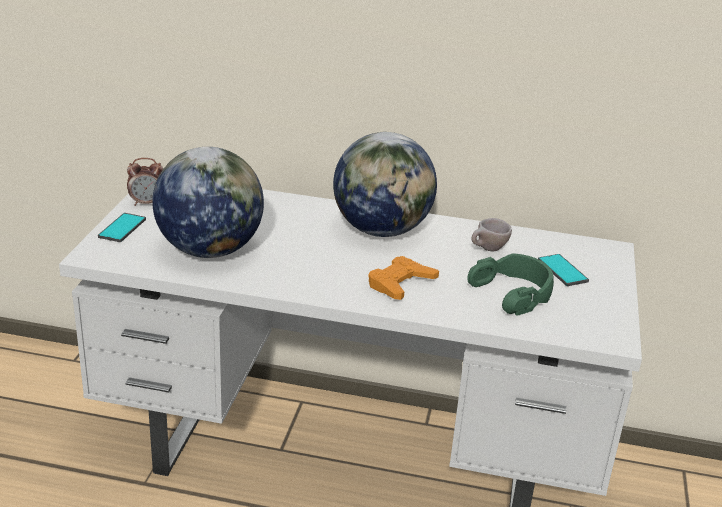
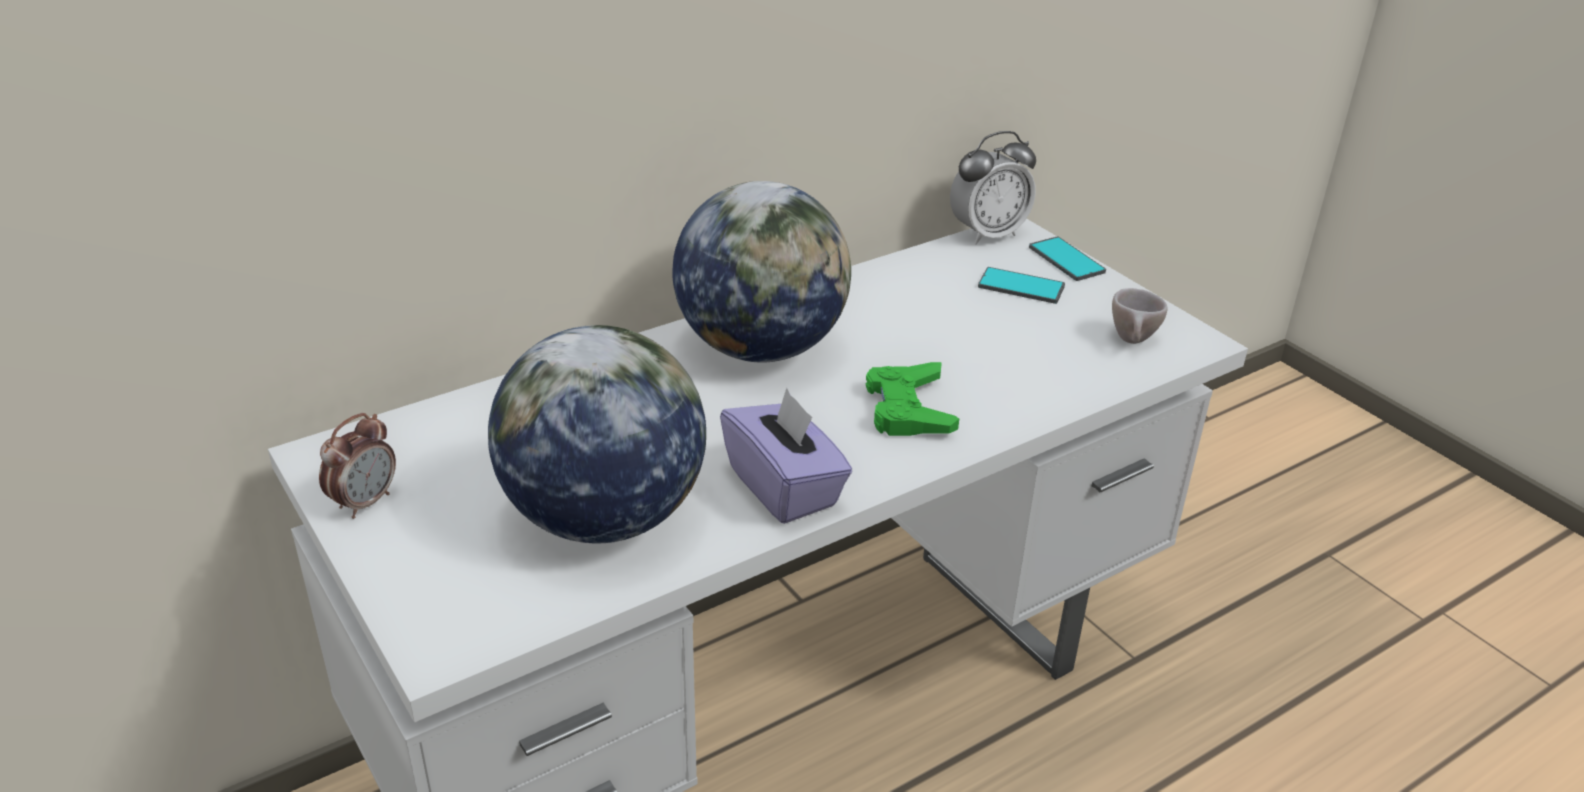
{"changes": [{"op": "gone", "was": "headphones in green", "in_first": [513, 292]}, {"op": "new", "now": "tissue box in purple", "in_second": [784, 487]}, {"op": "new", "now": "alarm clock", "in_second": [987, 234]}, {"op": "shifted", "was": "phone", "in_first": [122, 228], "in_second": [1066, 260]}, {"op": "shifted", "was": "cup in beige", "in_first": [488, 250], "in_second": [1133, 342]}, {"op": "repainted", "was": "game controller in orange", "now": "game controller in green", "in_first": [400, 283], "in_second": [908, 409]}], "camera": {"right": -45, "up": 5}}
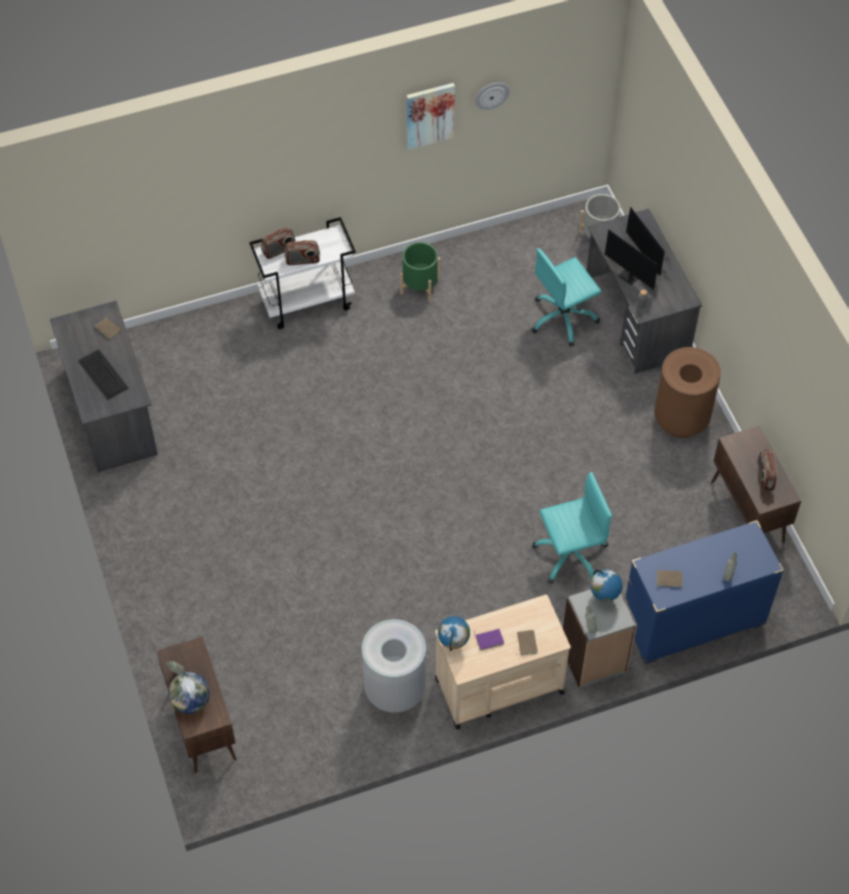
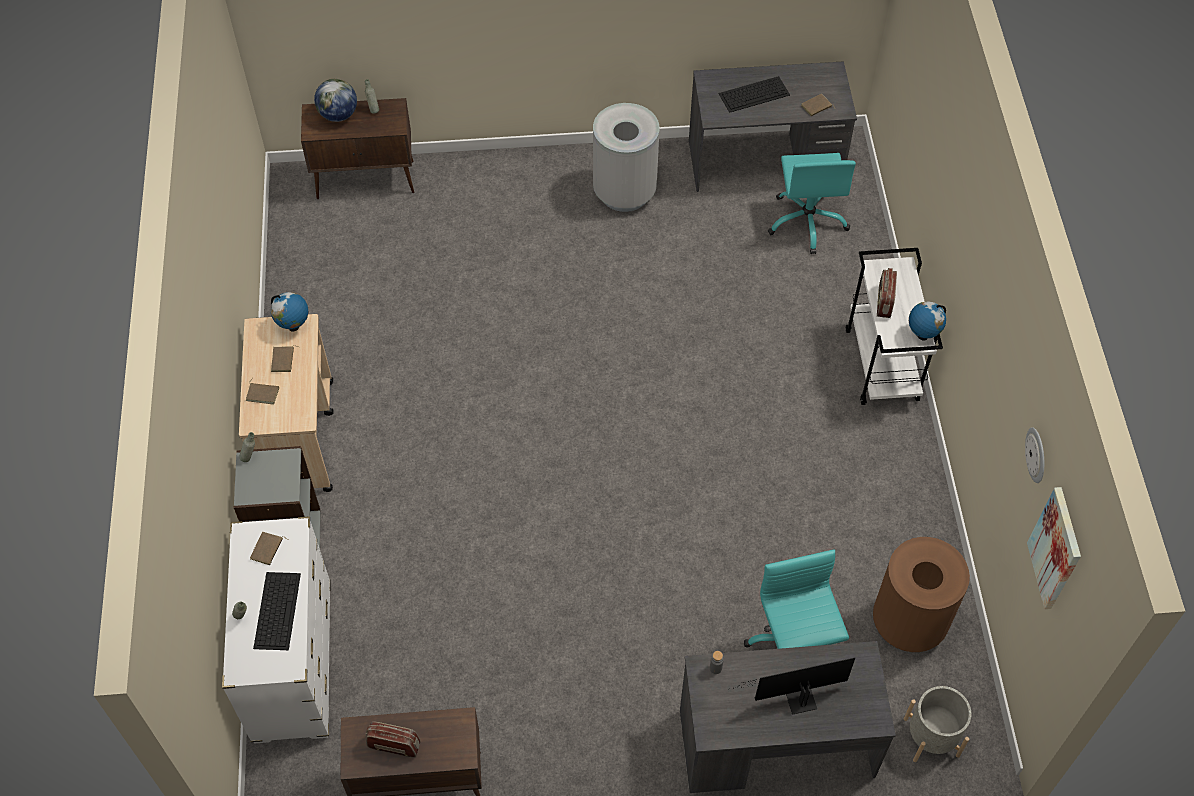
{"changes": [{"op": "gone", "was": "radio", "in_first": [279, 250]}, {"op": "gone", "was": "planter in green", "in_first": [420, 285]}, {"op": "gone", "was": "monitor", "in_first": [632, 278]}, {"op": "new", "now": "keyboard", "in_second": [277, 610]}, {"op": "shifted", "was": "trash can in grey", "in_first": [394, 689], "in_second": [624, 192]}, {"op": "shifted", "was": "picture", "in_first": [429, 115], "in_second": [1056, 549]}, {"op": "shifted", "was": "office chair in turquoise", "in_first": [570, 555], "in_second": [807, 221]}, {"op": "shifted", "was": "globe", "in_first": [604, 596], "in_second": [922, 335]}, {"op": "shifted", "was": "trash can in brown", "in_first": [681, 419], "in_second": [908, 623]}, {"op": "repainted", "was": "book in purple", "now": "book in brown", "in_first": [489, 639], "in_second": [283, 360]}, {"op": "repainted", "was": "dresser in blue", "now": "dresser in white", "in_first": [692, 621], "in_second": [293, 662]}], "camera": {"right": 105, "up": 0}}
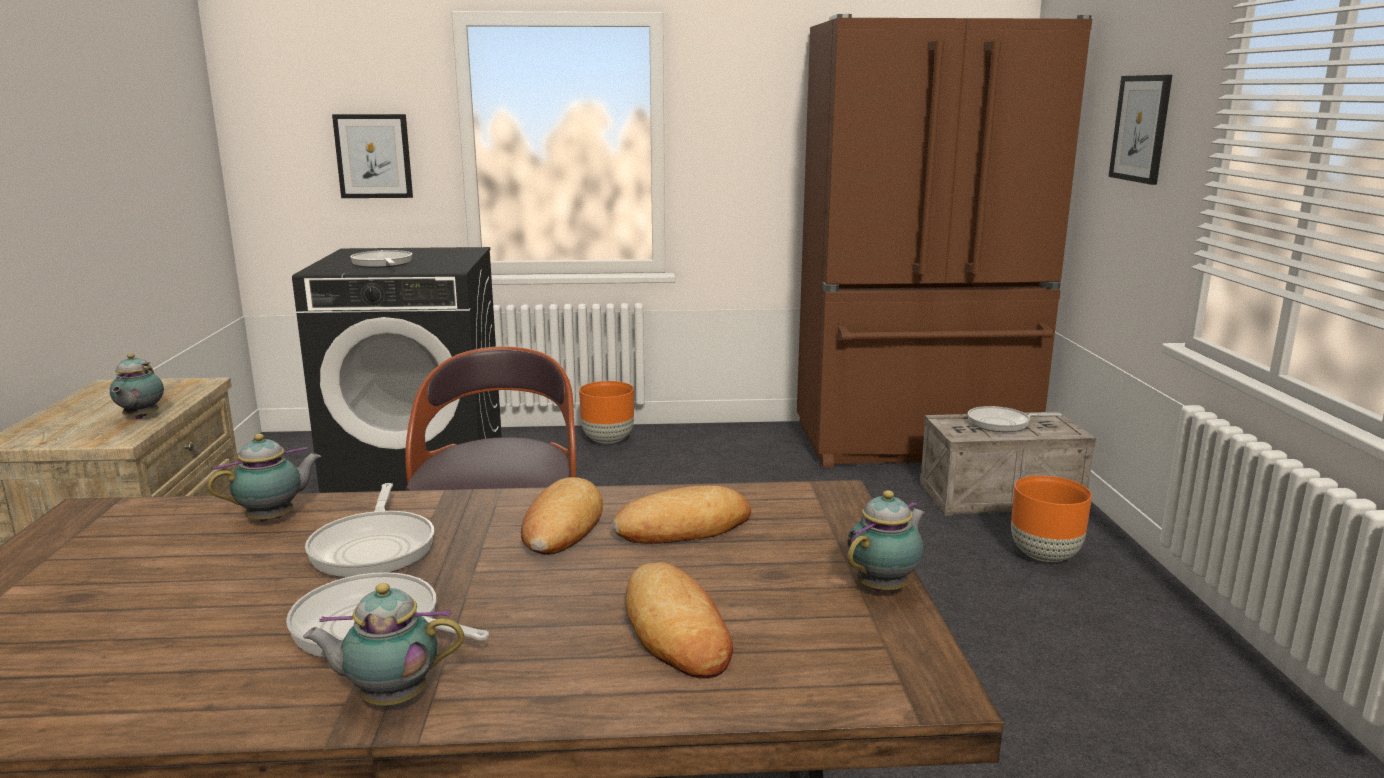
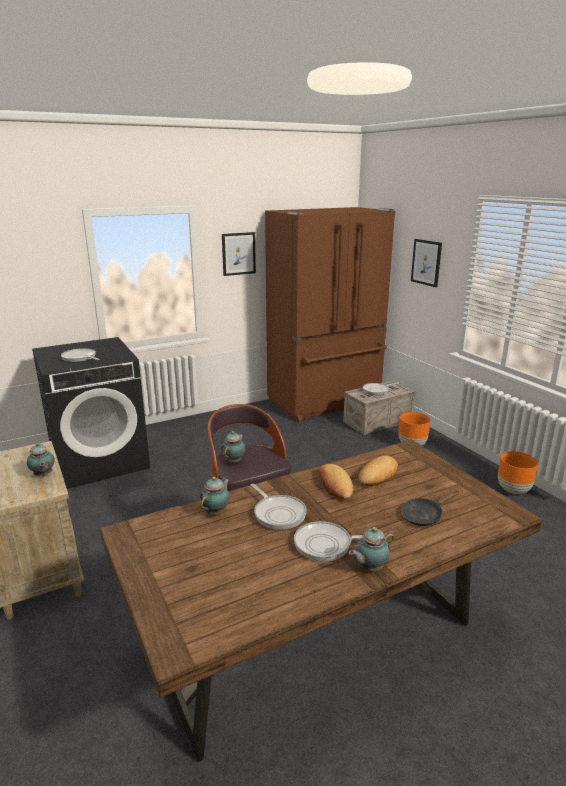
{"changes": [{"op": "shifted", "was": "picture", "in_first": [373, 156], "in_second": [238, 253]}, {"op": "shifted", "was": "planter in orange", "in_first": [607, 440], "in_second": [513, 490]}, {"op": "shifted", "was": "teapot", "in_first": [885, 587], "in_second": [234, 461]}, {"op": "swapped", "was": "bread", "now": "frying pan in black", "in_first": [676, 630], "in_second": [424, 516]}], "camera": {"right": -25, "up": 5}}
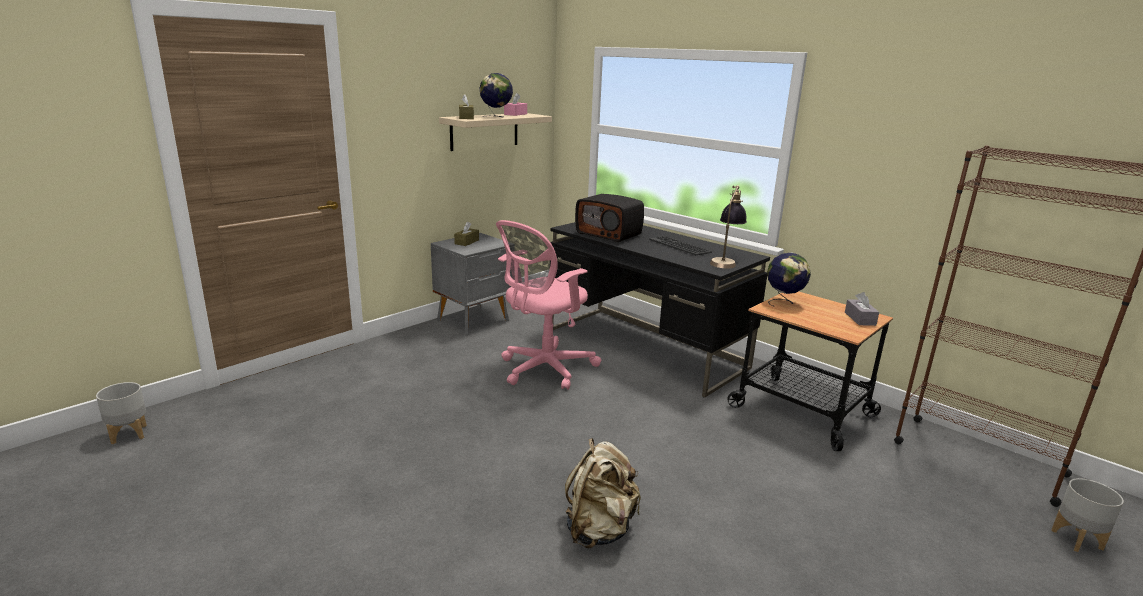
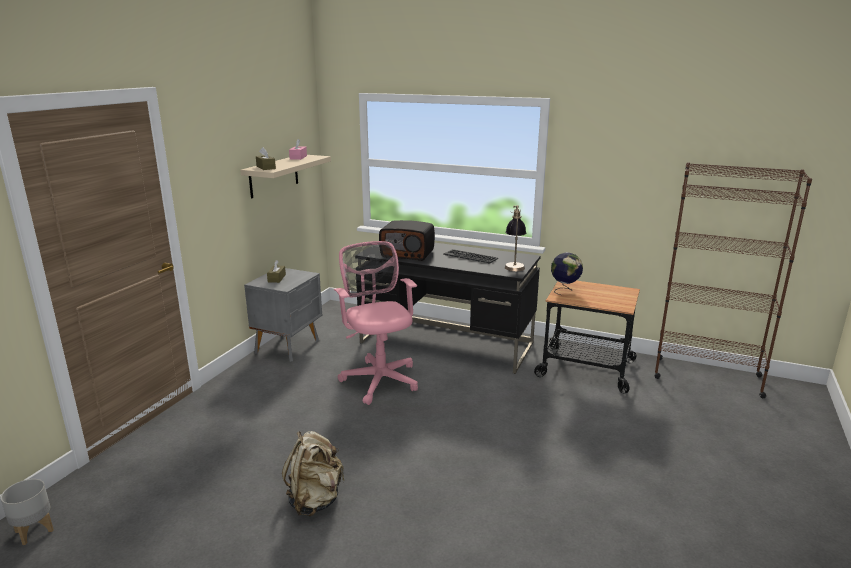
{"changes": [{"op": "gone", "was": "globe", "in_first": [496, 117]}, {"op": "gone", "was": "tissue box in grey", "in_first": [860, 319]}, {"op": "gone", "was": "planter in grey", "in_first": [1077, 540]}, {"op": "shifted", "was": "backpack in beige", "in_first": [599, 529], "in_second": [315, 500]}, {"op": "rotated", "was": "office chair in pink", "in_first": [543, 369], "in_second": [379, 378], "clockwise": 135}], "camera": {"right": -20, "up": 0}}
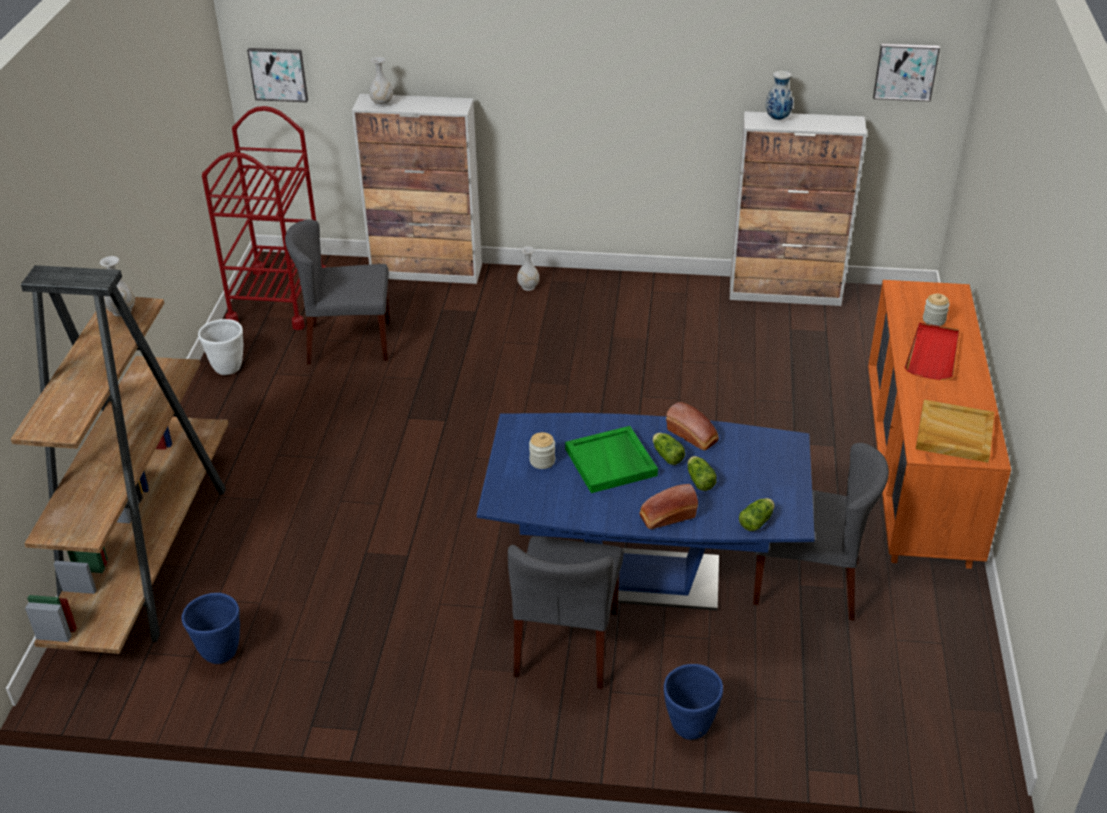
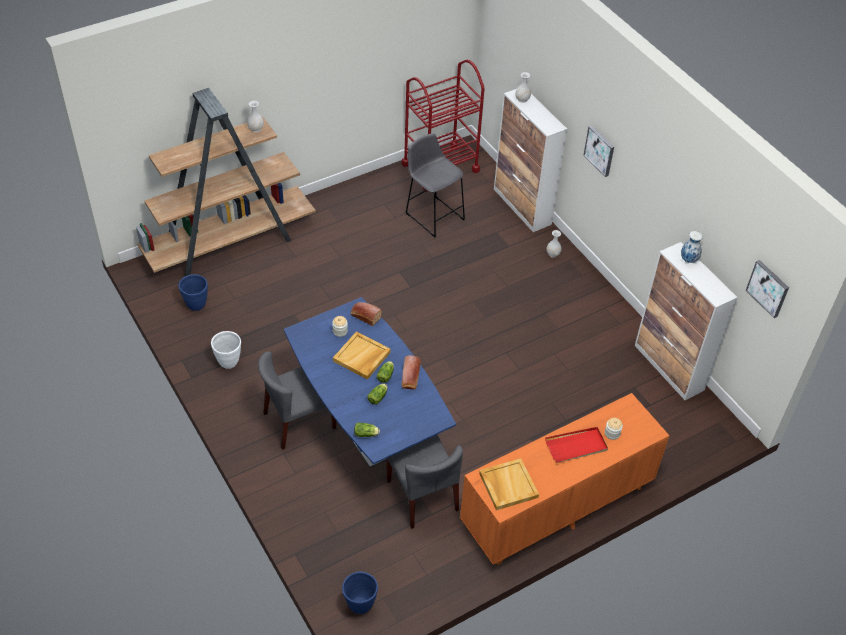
{"changes": [{"op": "shifted", "was": "planter in white", "in_first": [227, 368], "in_second": [229, 362]}, {"op": "shifted", "was": "picture", "in_first": [278, 74], "in_second": [600, 150]}, {"op": "shifted", "was": "bread", "in_first": [666, 517], "in_second": [365, 316]}, {"op": "shifted", "was": "planter in blue", "in_first": [690, 727], "in_second": [360, 605]}, {"op": "swapped", "was": "chair in grey", "now": "stool in grey", "in_first": [348, 343], "in_second": [433, 214]}, {"op": "repainted", "was": "tray in green", "now": "tray in beige", "in_first": [611, 462], "in_second": [361, 357]}], "camera": {"right": 50, "up": 10}}
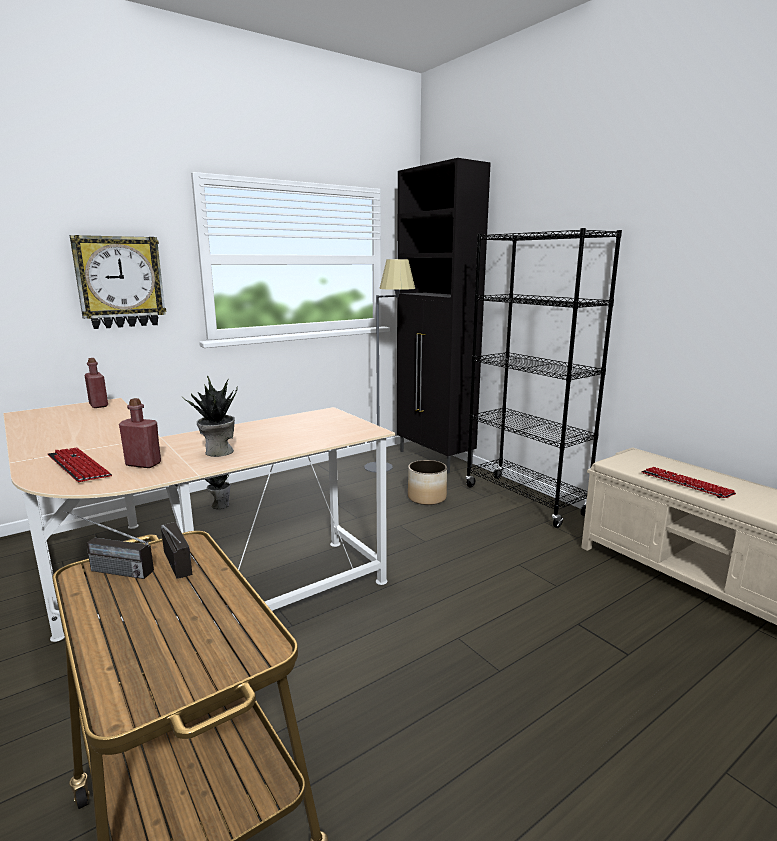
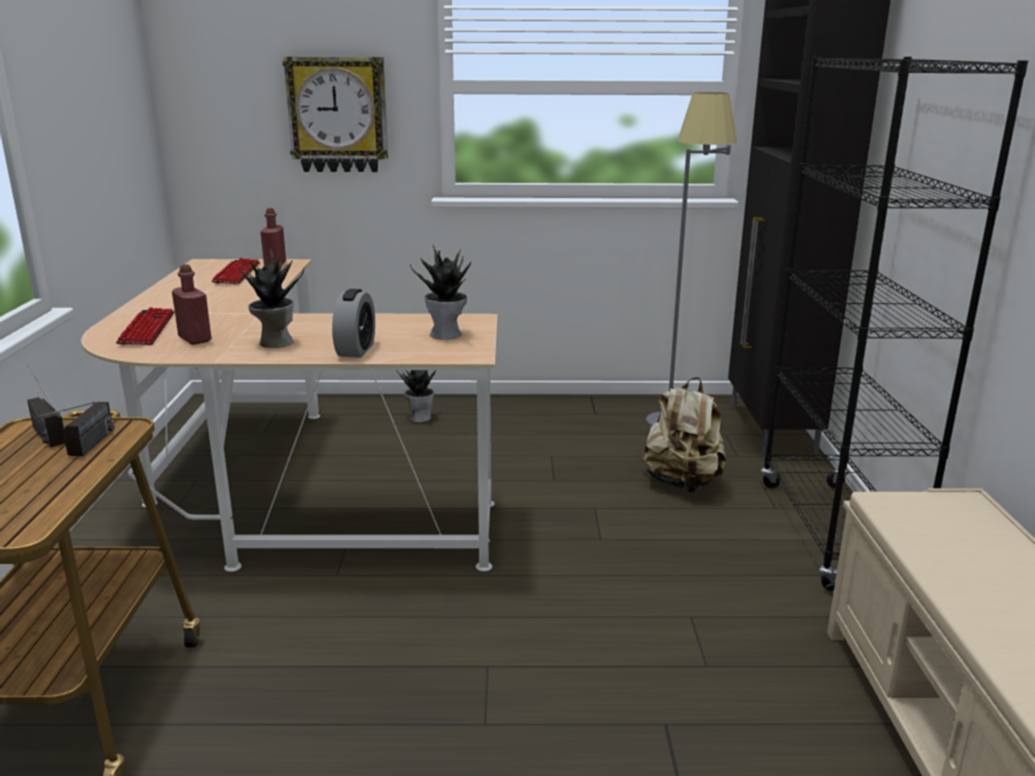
{"changes": [{"op": "new", "now": "alarm clock", "in_second": [356, 350]}, {"op": "new", "now": "potted plant", "in_second": [447, 334]}, {"op": "shifted", "was": "keyboard", "in_first": [686, 484], "in_second": [237, 273]}, {"op": "swapped", "was": "planter", "now": "backpack in beige", "in_first": [427, 497], "in_second": [682, 483]}], "camera": {"right": 35, "up": 5}}
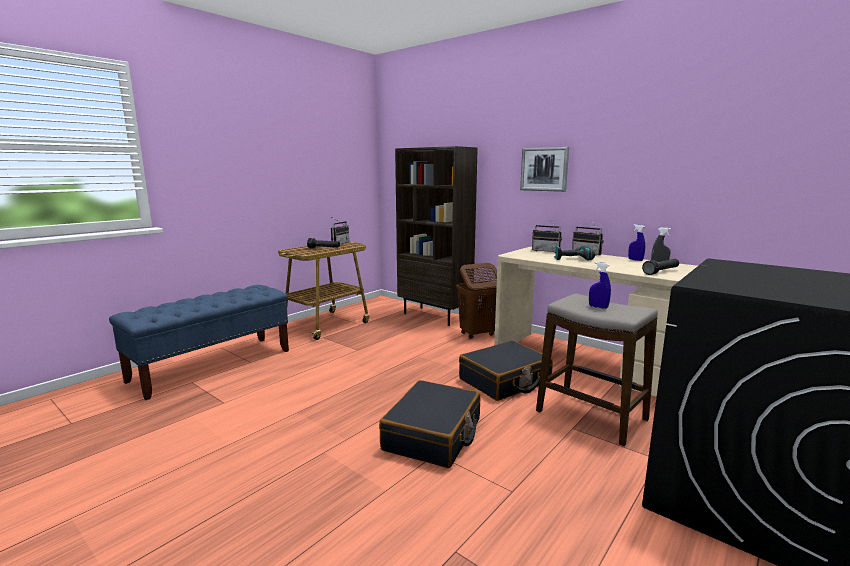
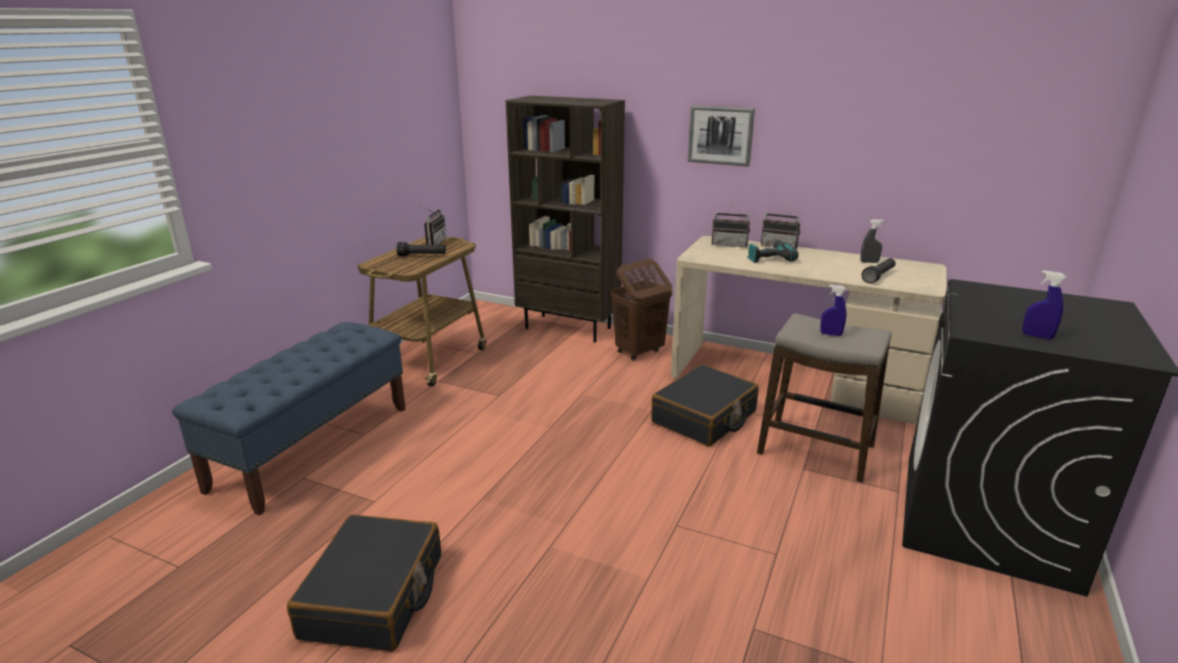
{"changes": [{"op": "shifted", "was": "suitcase in black", "in_first": [433, 435], "in_second": [374, 596]}, {"op": "shifted", "was": "spray bottle in blue", "in_first": [635, 260], "in_second": [1037, 336]}], "camera": {"right": -15, "up": 10}}
